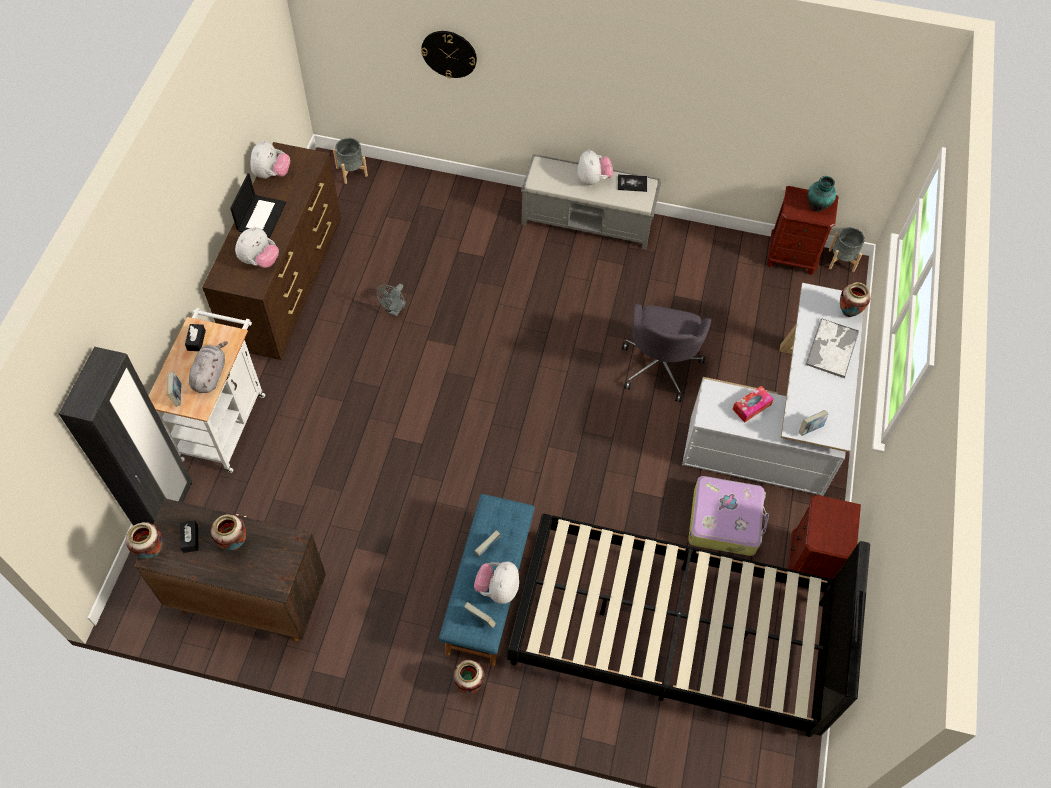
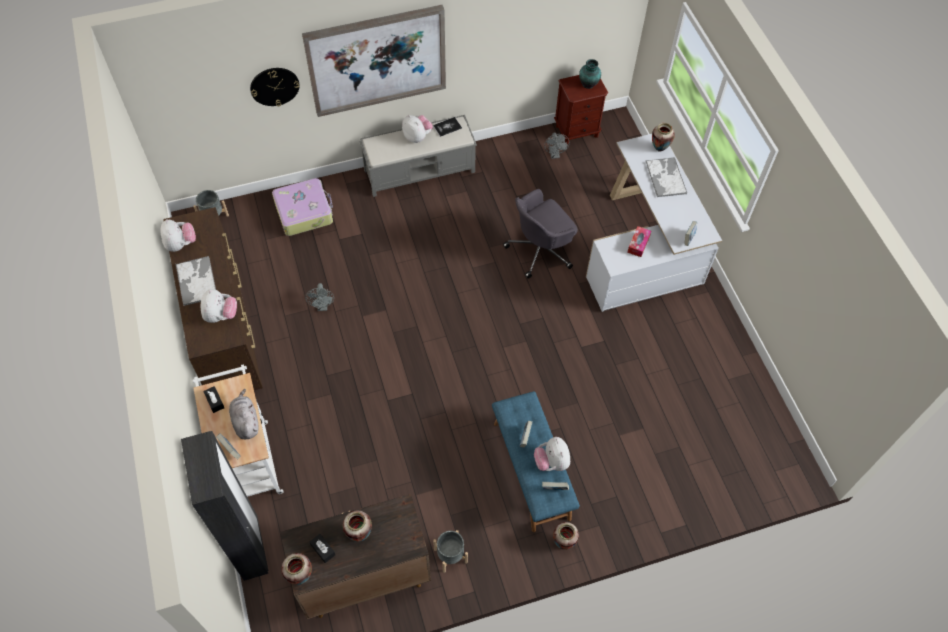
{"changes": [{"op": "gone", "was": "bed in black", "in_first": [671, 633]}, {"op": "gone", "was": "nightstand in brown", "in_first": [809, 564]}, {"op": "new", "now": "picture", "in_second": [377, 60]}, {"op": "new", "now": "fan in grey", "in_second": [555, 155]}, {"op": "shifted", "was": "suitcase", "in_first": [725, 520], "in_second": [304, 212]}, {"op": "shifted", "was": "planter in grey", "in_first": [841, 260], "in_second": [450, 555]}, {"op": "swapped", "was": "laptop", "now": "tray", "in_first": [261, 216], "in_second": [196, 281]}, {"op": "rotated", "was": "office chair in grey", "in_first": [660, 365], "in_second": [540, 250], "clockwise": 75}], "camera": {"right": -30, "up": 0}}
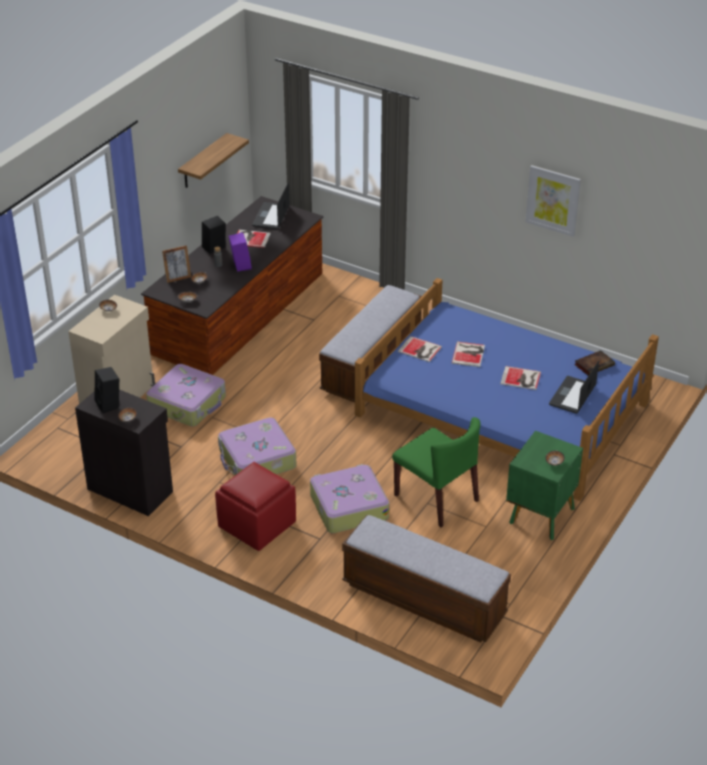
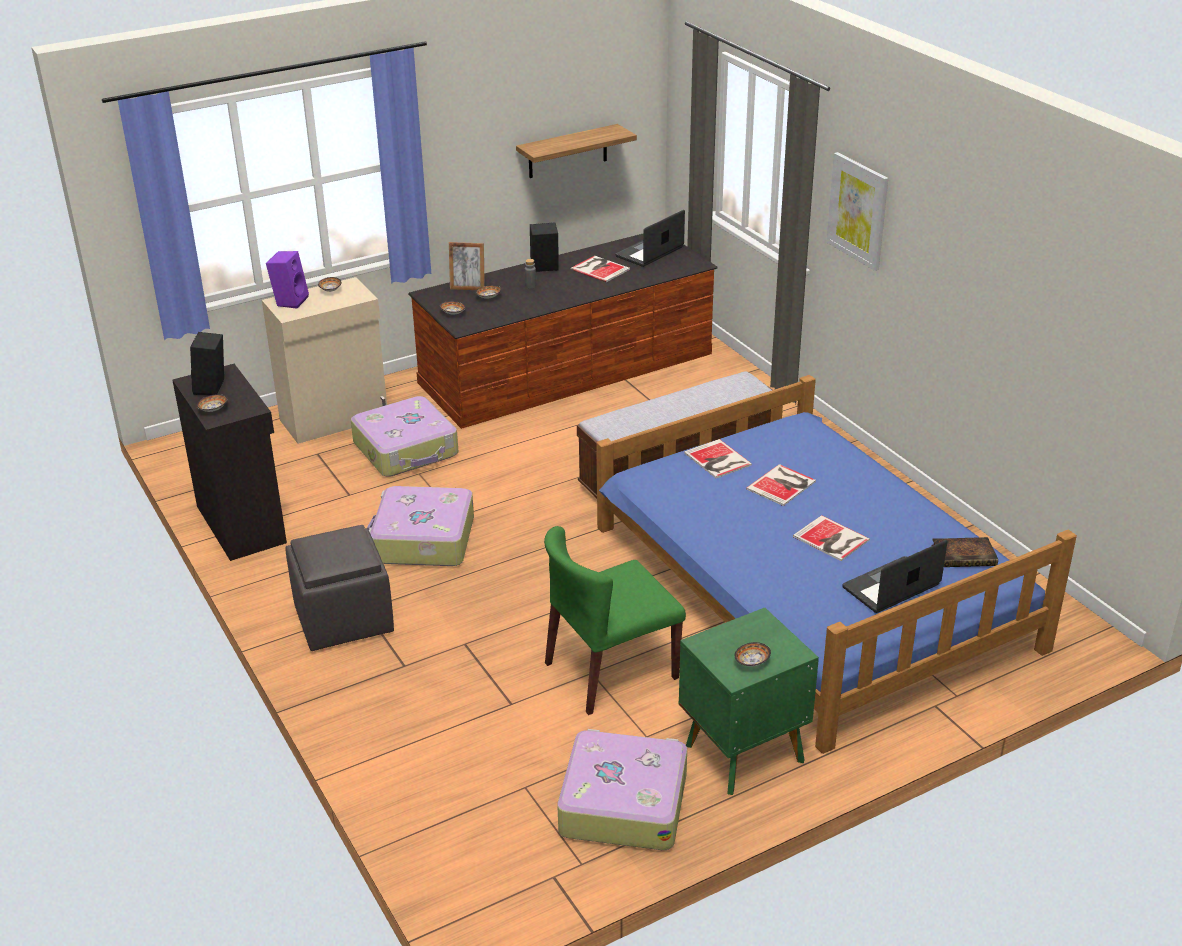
{"changes": [{"op": "gone", "was": "bench", "in_first": [423, 599]}, {"op": "shifted", "was": "speaker in purple", "in_first": [240, 265], "in_second": [290, 301]}, {"op": "shifted", "was": "suitcase", "in_first": [348, 507], "in_second": [622, 803]}, {"op": "shifted", "was": "picture", "in_first": [553, 200], "in_second": [858, 210]}, {"op": "repainted", "was": "ottoman in red", "now": "ottoman in grey", "in_first": [257, 526], "in_second": [343, 620]}, {"op": "rotated", "was": "chair in green", "in_first": [436, 498], "in_second": [610, 671], "clockwise": 75}], "camera": {"right": 30, "up": -5}}
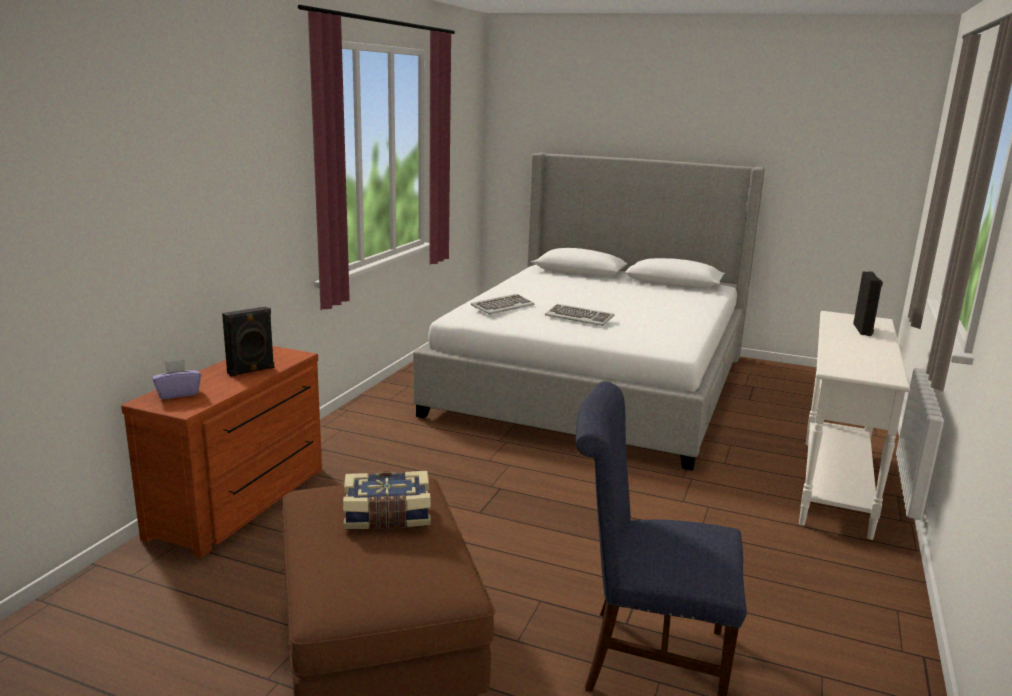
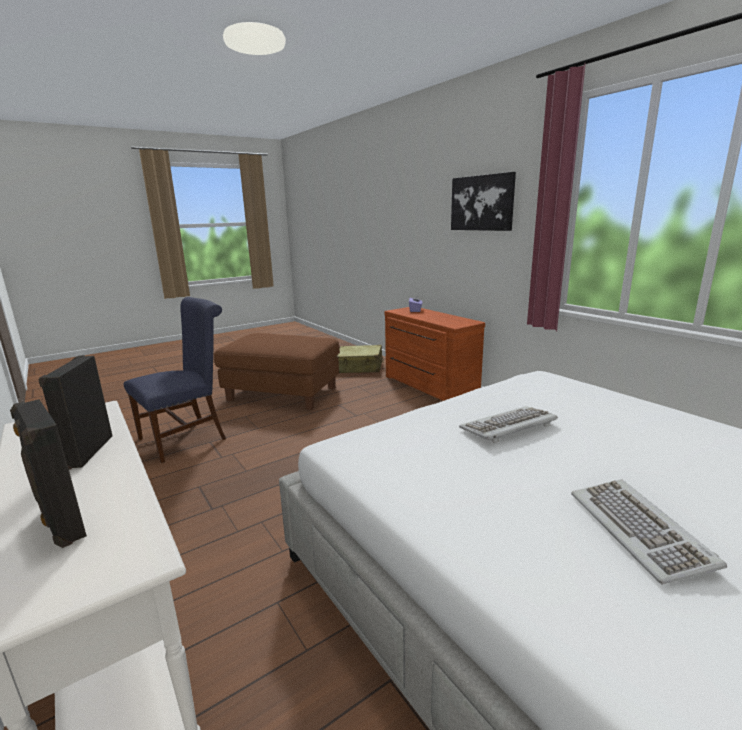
{"changes": [{"op": "gone", "was": "book", "in_first": [387, 516]}, {"op": "new", "now": "suitcase in beige", "in_second": [360, 367]}, {"op": "new", "now": "picture", "in_second": [482, 203]}, {"op": "shifted", "was": "speaker in black", "in_first": [251, 371], "in_second": [87, 452]}, {"op": "shifted", "was": "keyboard", "in_first": [502, 307], "in_second": [639, 531]}], "camera": {"right": 125, "up": 0}}
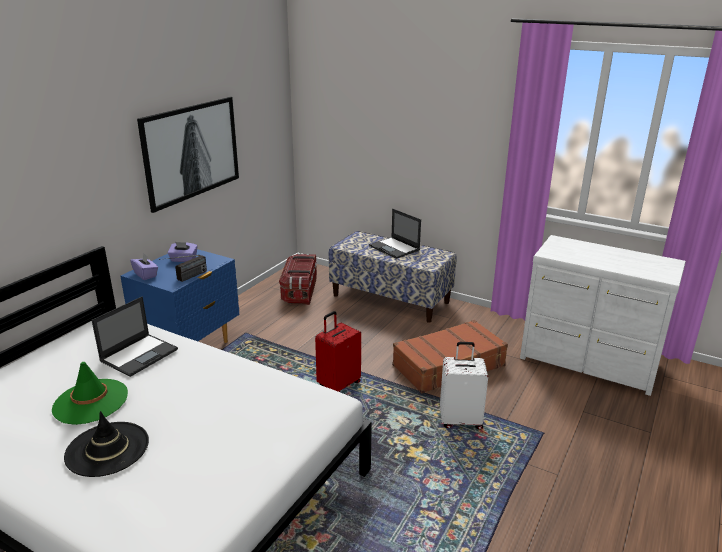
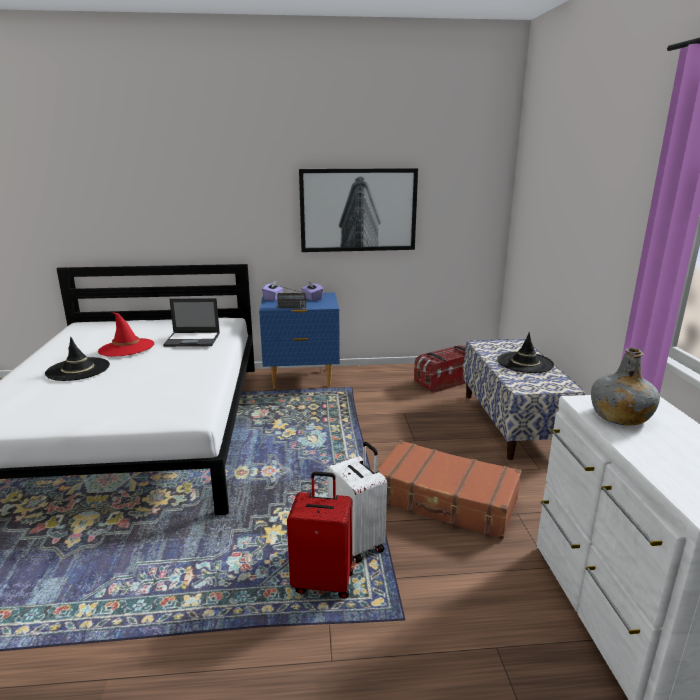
{"changes": [{"op": "new", "now": "bottle in grey", "in_second": [619, 416]}, {"op": "shifted", "was": "suitcase in red", "in_first": [338, 384], "in_second": [323, 581]}, {"op": "swapped", "was": "laptop", "now": "hat in black", "in_first": [395, 248], "in_second": [525, 363]}, {"op": "repainted", "was": "hat in green", "now": "hat in red", "in_first": [90, 402], "in_second": [126, 348]}], "camera": {"right": 55, "up": -5}}
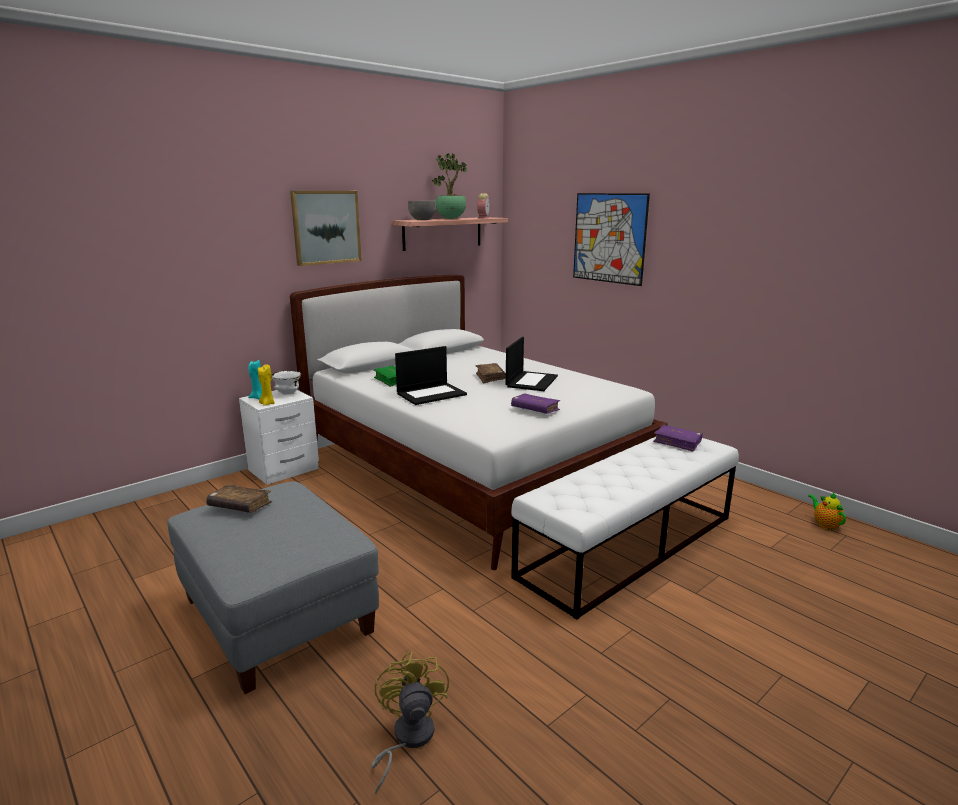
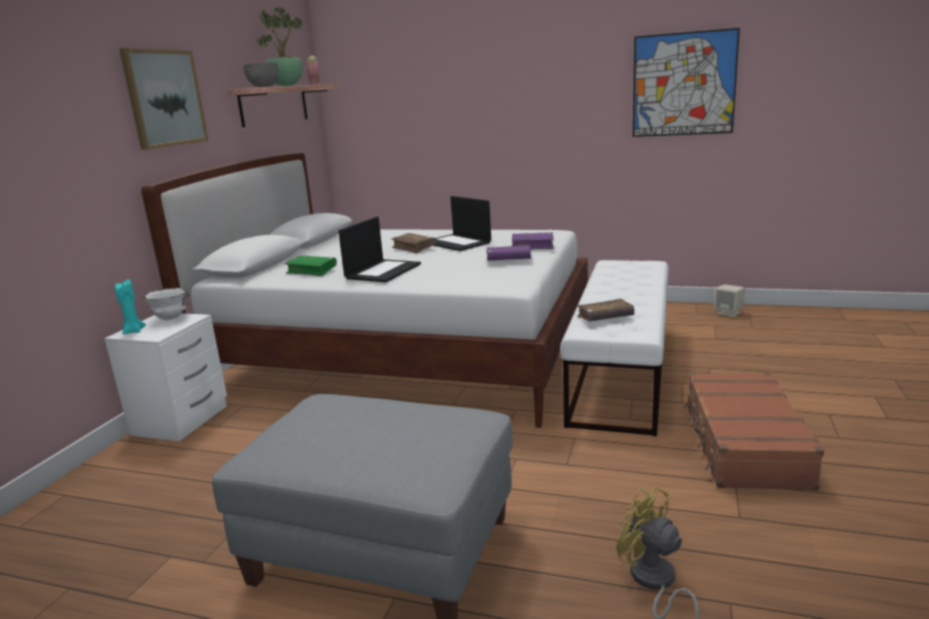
{"changes": [{"op": "gone", "was": "candle in yellow", "in_first": [267, 403]}, {"op": "new", "now": "suitcase in brown", "in_second": [743, 444]}, {"op": "shifted", "was": "book in brown", "in_first": [240, 506], "in_second": [605, 318]}, {"op": "shifted", "was": "picture", "in_first": [609, 238], "in_second": [683, 84]}, {"op": "shifted", "was": "book in purple", "in_first": [677, 442], "in_second": [532, 246]}, {"op": "swapped", "was": "teapot", "now": "speaker in beige", "in_first": [825, 524], "in_second": [728, 313]}, {"op": "rotated", "was": "laptop", "in_first": [531, 381], "in_second": [458, 243], "clockwise": 150}], "camera": {"right": -30, "up": 0}}
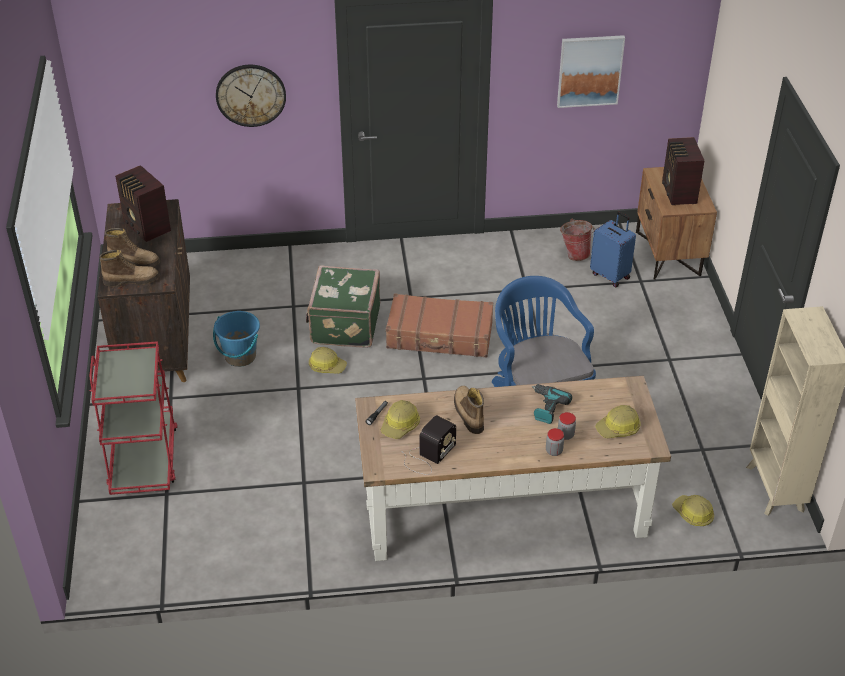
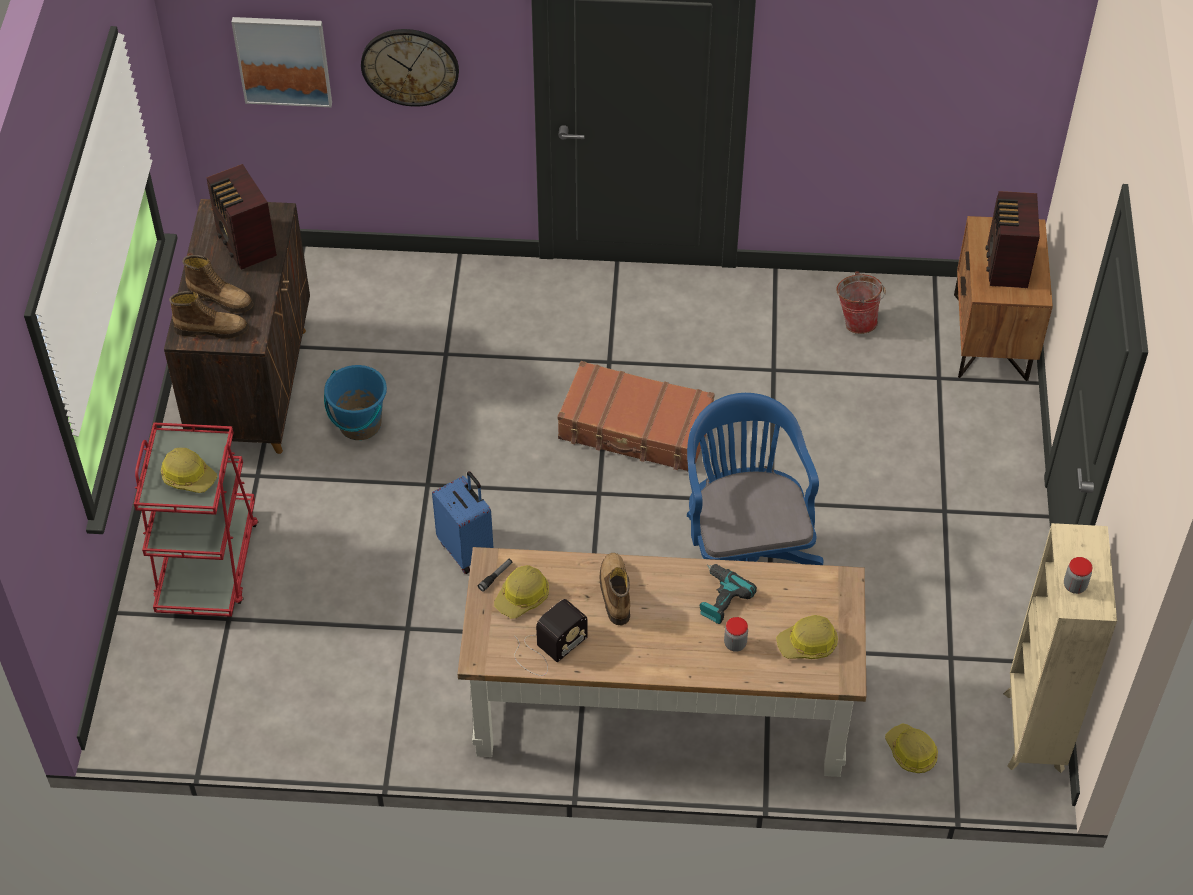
{"changes": [{"op": "gone", "was": "suitcase in green", "in_first": [344, 325]}, {"op": "shifted", "was": "hard hat", "in_first": [327, 366], "in_second": [188, 476]}, {"op": "shifted", "was": "jar", "in_first": [554, 451], "in_second": [1074, 585]}, {"op": "shifted", "was": "picture", "in_first": [589, 70], "in_second": [283, 60]}, {"op": "shifted", "was": "suitcase in blue", "in_first": [610, 275], "in_second": [467, 550]}], "camera": {"right": 10, "up": 10}}
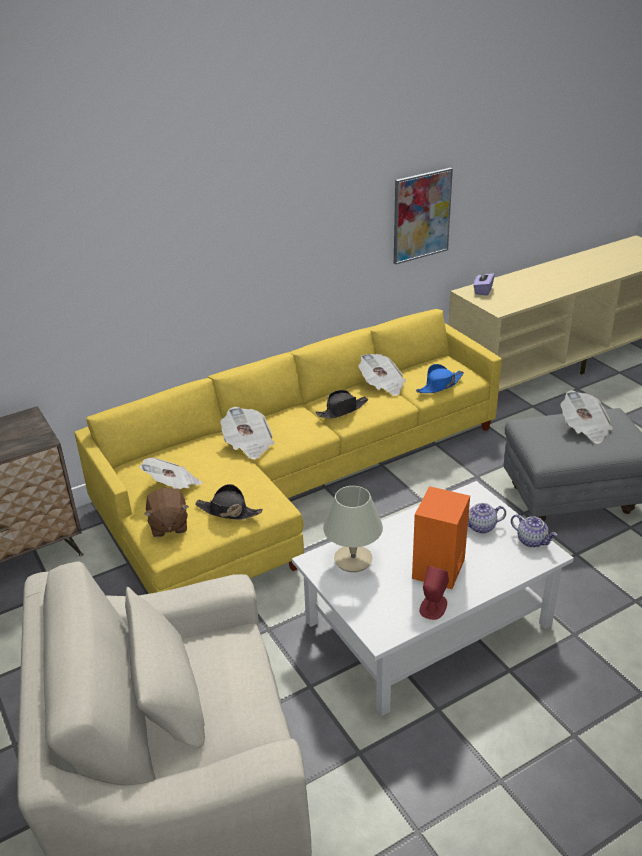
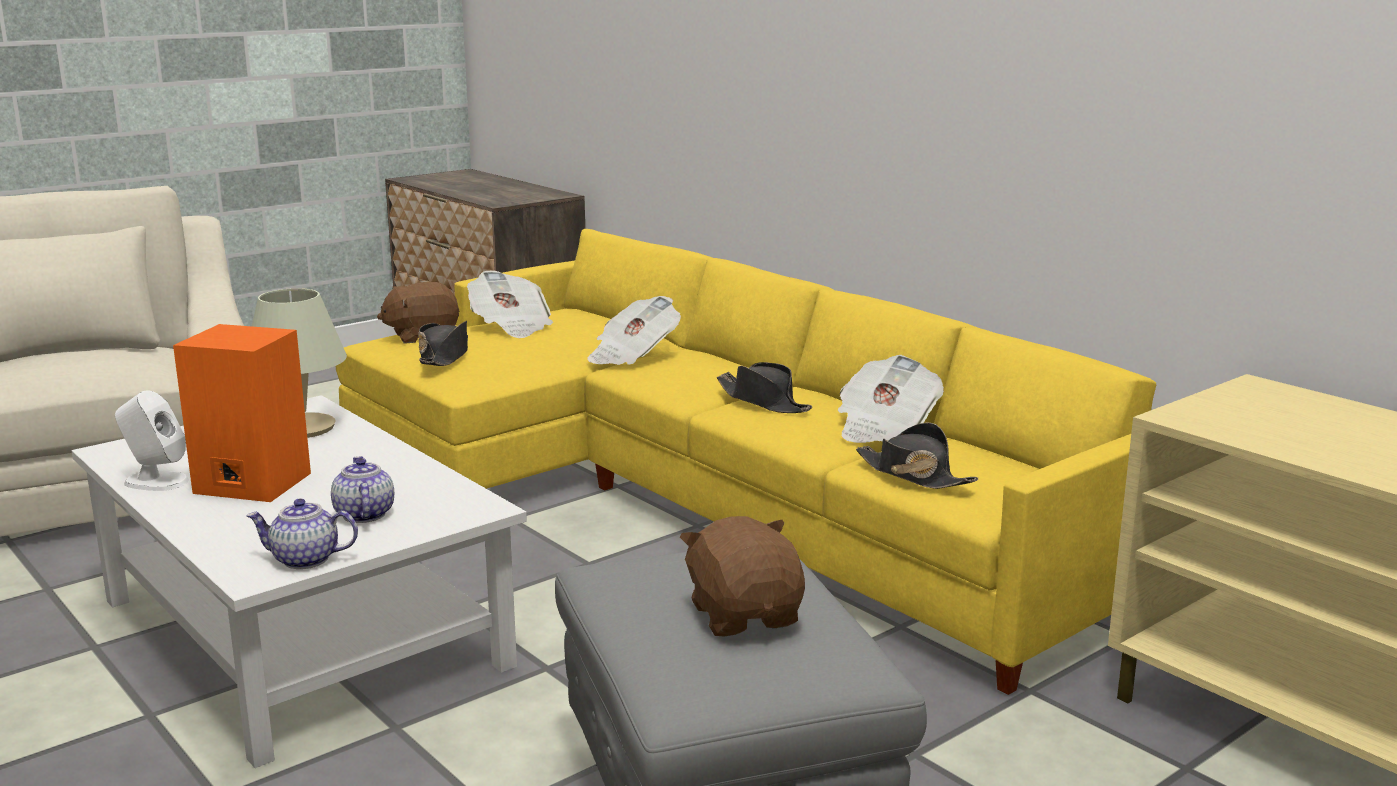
{"changes": [{"op": "gone", "was": "picture", "in_first": [421, 216]}, {"op": "gone", "was": "tissue box in purple", "in_first": [482, 290]}, {"op": "swapped", "was": "newspaper", "now": "plush toy in brown", "in_first": [584, 429], "in_second": [745, 615]}, {"op": "repainted", "was": "hat in blue", "now": "hat in black", "in_first": [439, 385], "in_second": [913, 474]}, {"op": "repainted", "was": "speaker in red", "now": "speaker in white", "in_first": [433, 607], "in_second": [155, 481]}, {"op": "rotated", "was": "teapot", "in_first": [532, 541], "in_second": [304, 560], "clockwise": 60}], "camera": {"right": 80, "up": -15}}
